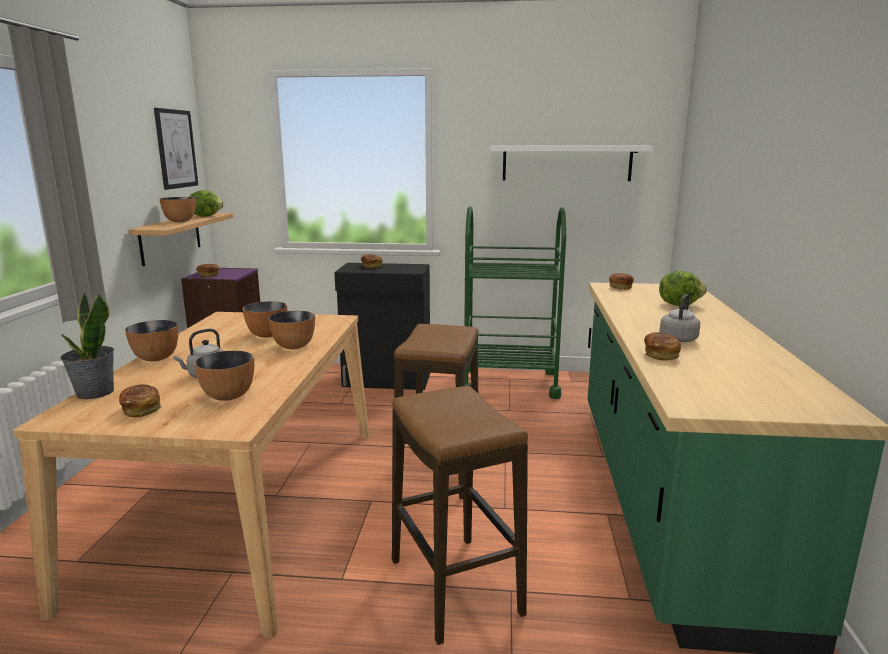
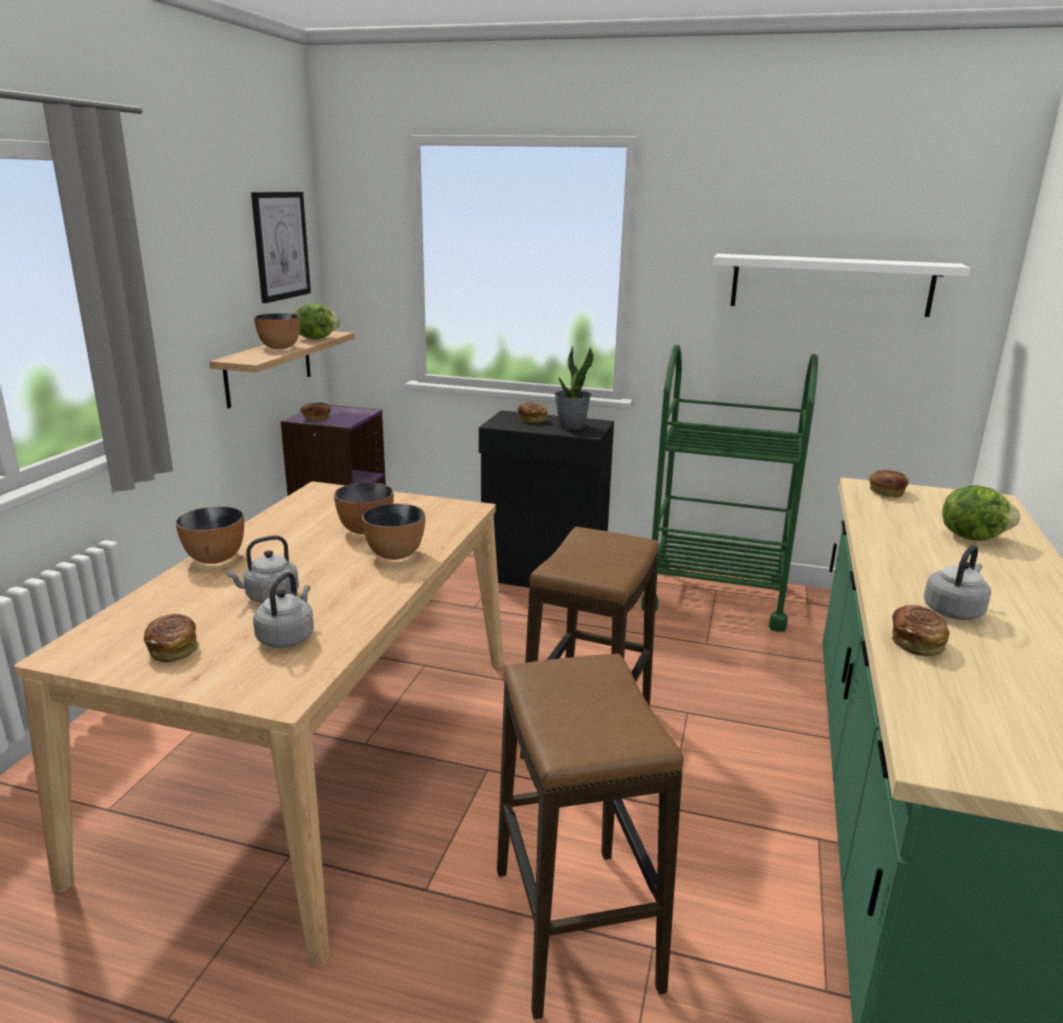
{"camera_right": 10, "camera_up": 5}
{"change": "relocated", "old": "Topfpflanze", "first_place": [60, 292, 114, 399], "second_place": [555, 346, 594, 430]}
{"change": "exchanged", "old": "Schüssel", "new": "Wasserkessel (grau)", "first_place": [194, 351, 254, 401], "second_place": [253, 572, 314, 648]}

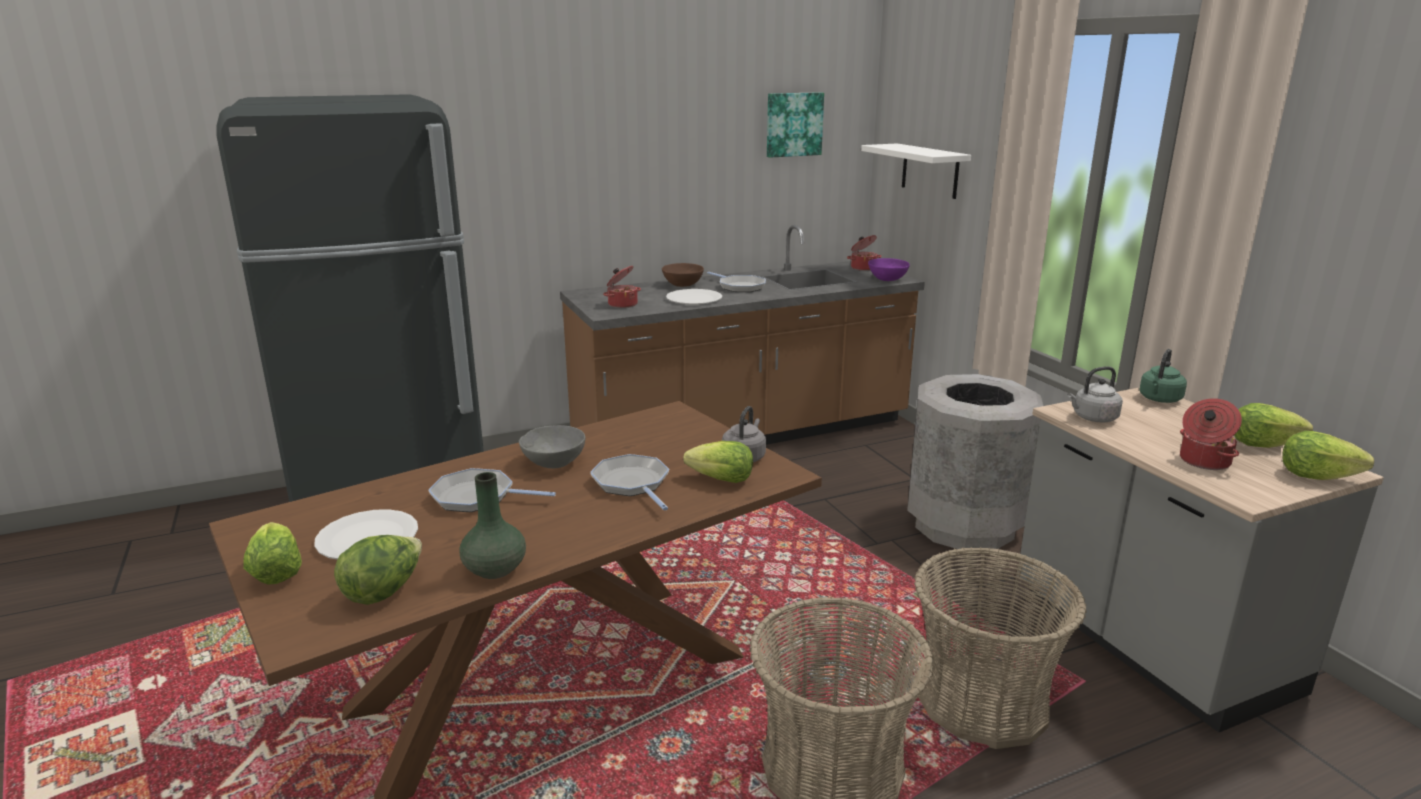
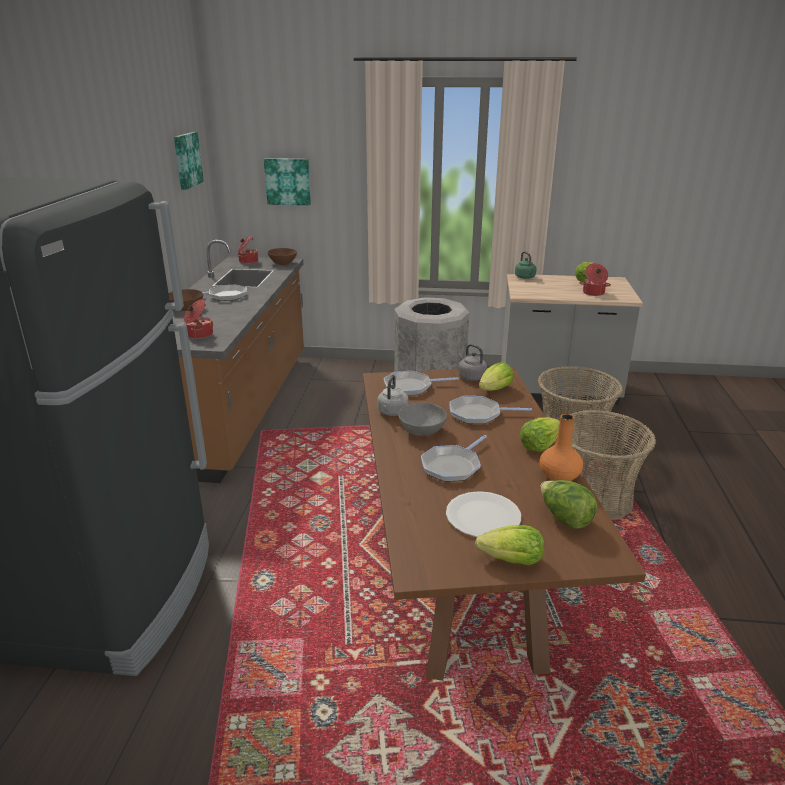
{"camera_right": -60, "camera_up": 5}
{"change": "exchanged", "old": "Wandregal (weiß)", "new": "Bild", "first_place": [861, 143, 971, 199], "second_place": [264, 158, 311, 205]}
{"change": "colour", "old": "Schüssel (lila)", "new": "Schüssel (braun)", "first_place": [868, 258, 910, 281], "second_place": [267, 248, 297, 265]}
{"change": "missing", "old": "Teller (weiß)", "first_place": [666, 289, 722, 304]}
{"change": "relocated", "old": "Wasserkessel (grau)", "first_place": [1067, 366, 1123, 422], "second_place": [377, 375, 409, 416]}
{"change": "relocated", "old": "Salatkopf", "first_place": [1283, 431, 1374, 480], "second_place": [520, 417, 560, 452]}
{"change": "colour", "old": "Vase (grün)", "new": "Vase (orange)", "first_place": [459, 472, 526, 579], "second_place": [539, 414, 583, 481]}
{"change": "appeared", "new": "Pfanne", "second_place": [384, 371, 459, 396]}

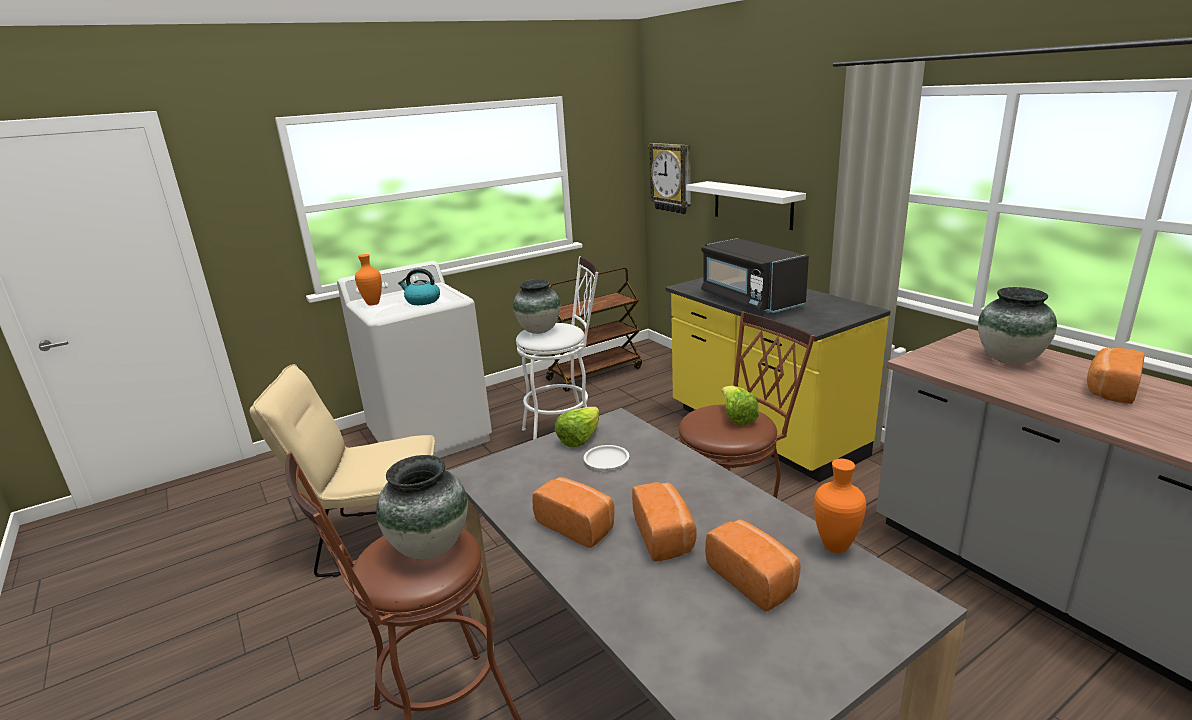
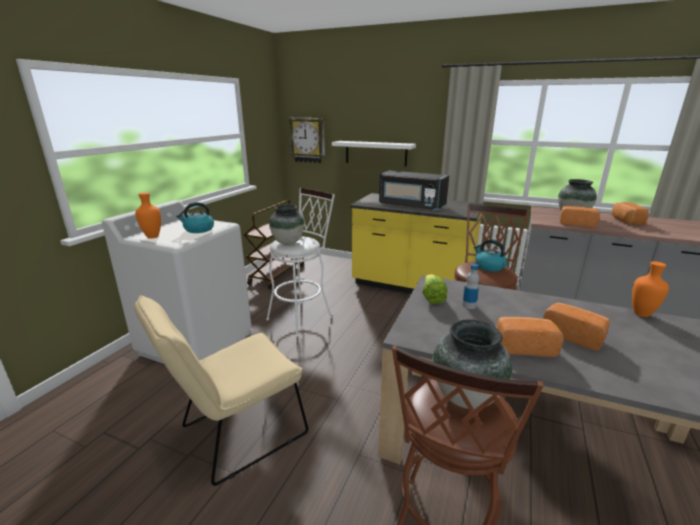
{"camera_right": -35, "camera_up": 0}
{"change": "exchanged", "old": "Salatkopf", "new": "Wasserkessel", "first_place": [722, 386, 759, 425], "second_place": [474, 240, 507, 272]}
{"change": "exchanged", "old": "Teller (weiß)", "new": "Flasche", "first_place": [584, 445, 629, 469], "second_place": [462, 264, 479, 309]}
{"change": "relocated", "old": "Brot", "first_place": [705, 520, 801, 611], "second_place": [560, 206, 600, 228]}

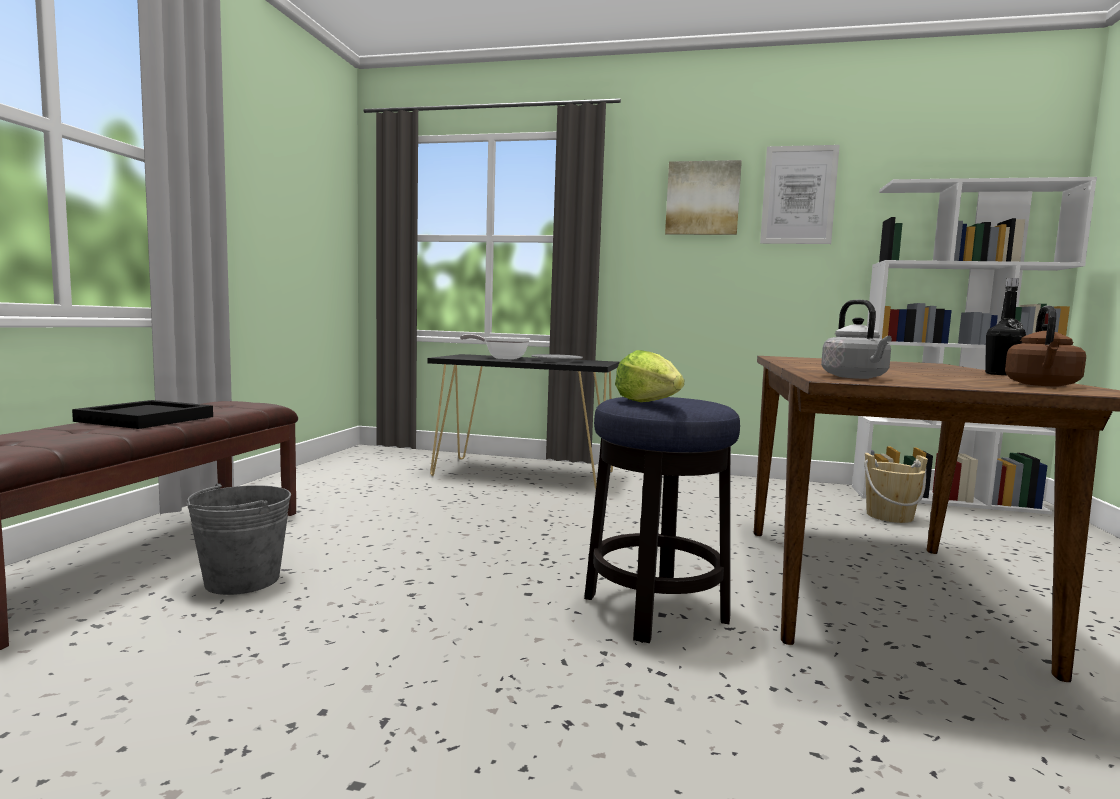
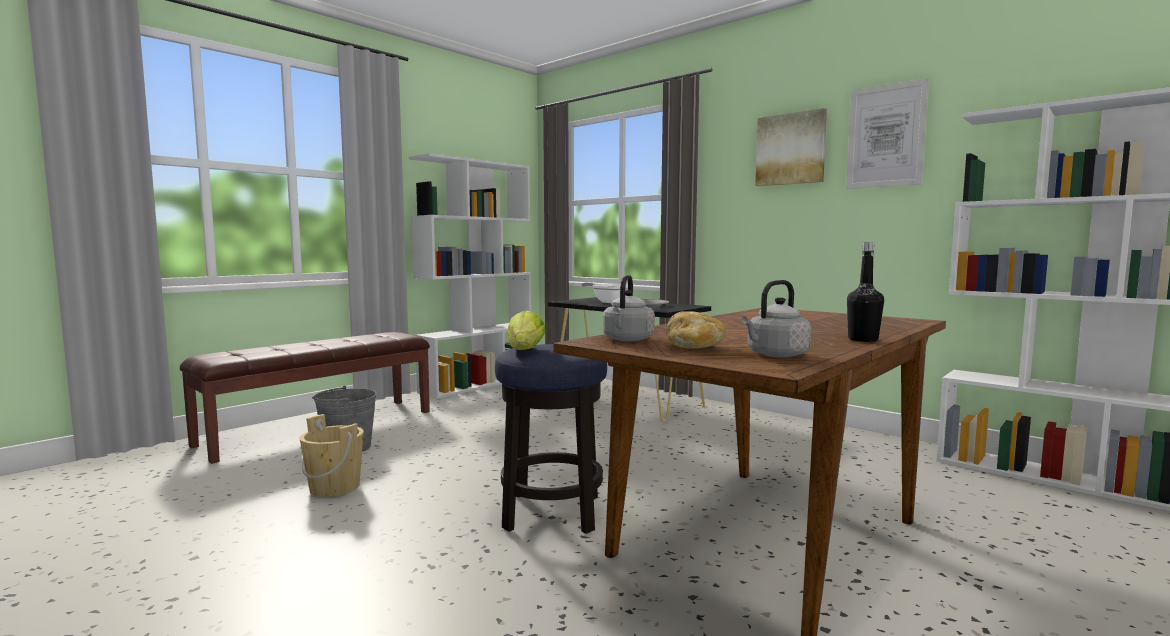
{"camera_right": 30, "camera_up": 0}
{"change": "colour", "old": "Wasserkessel (braun)", "new": "Wasserkessel (grau)", "first_place": [1005, 306, 1086, 387], "second_place": [742, 280, 812, 358]}
{"change": "missing", "old": "Tablett (schwarz)", "first_place": [72, 400, 213, 429]}
{"change": "relocated", "old": "Eimer (beige)", "first_place": [864, 453, 928, 523], "second_place": [300, 414, 364, 497]}
{"change": "appeared", "new": "Bücherregal (weiß)", "second_place": [409, 153, 531, 399]}
{"change": "appeared", "new": "Brot", "second_place": [666, 311, 726, 349]}

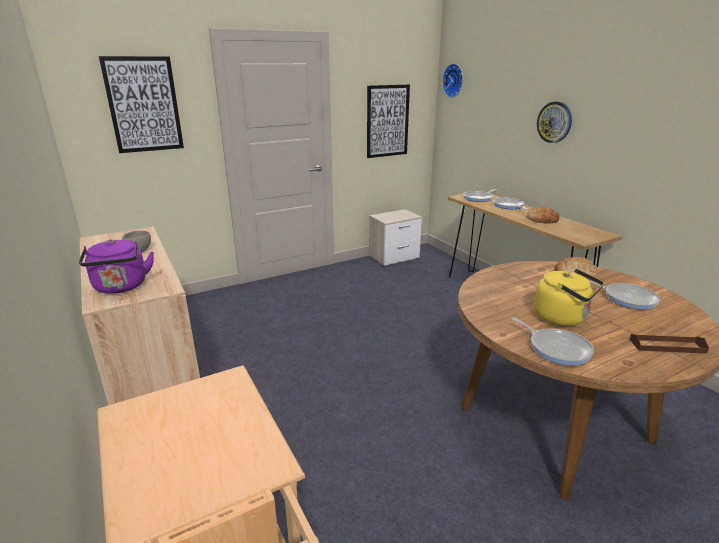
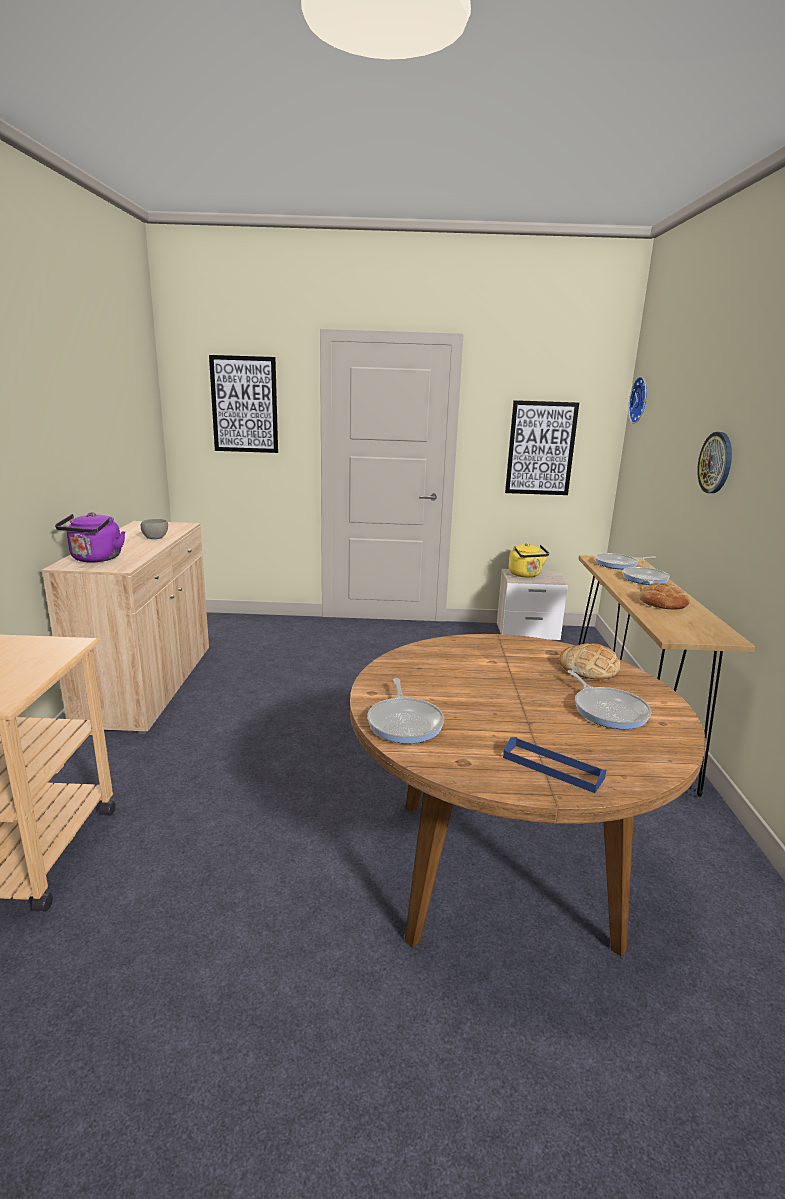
{"camera_right": 30, "camera_up": -5}
{"change": "relocated", "old": "Wasserkessel (gelb)", "first_place": [534, 269, 604, 326], "second_place": [509, 543, 549, 577]}
{"change": "colour", "old": "Tablett (braun)", "new": "Tablett (blau)", "first_place": [630, 334, 709, 354], "second_place": [503, 737, 606, 793]}

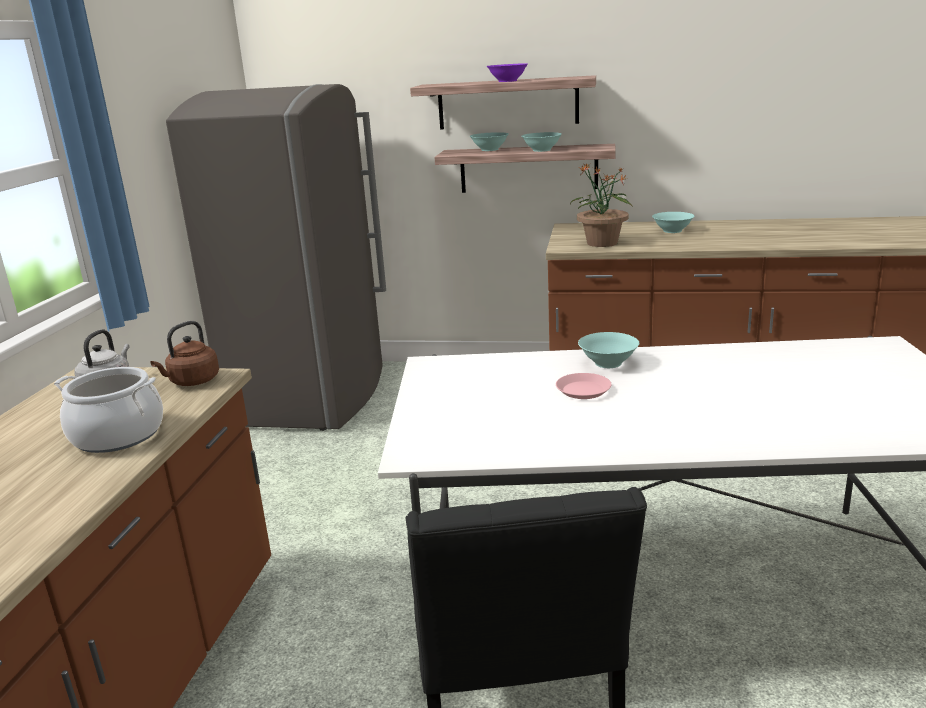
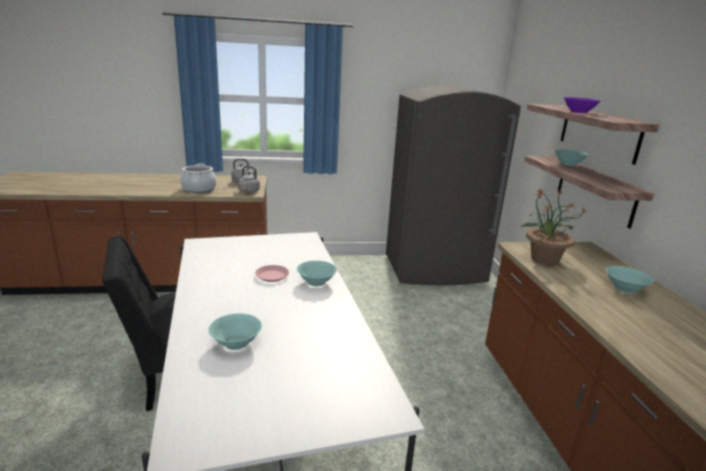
{"camera_right": 70, "camera_up": 0}
{"change": "relocated", "old": "Schüssel (türkis)", "first_place": [522, 132, 562, 152], "second_place": [209, 314, 262, 350]}
{"change": "colour", "old": "Wasserkessel (braun)", "new": "Wasserkessel (grau)", "first_place": [150, 321, 219, 386], "second_place": [236, 166, 260, 193]}

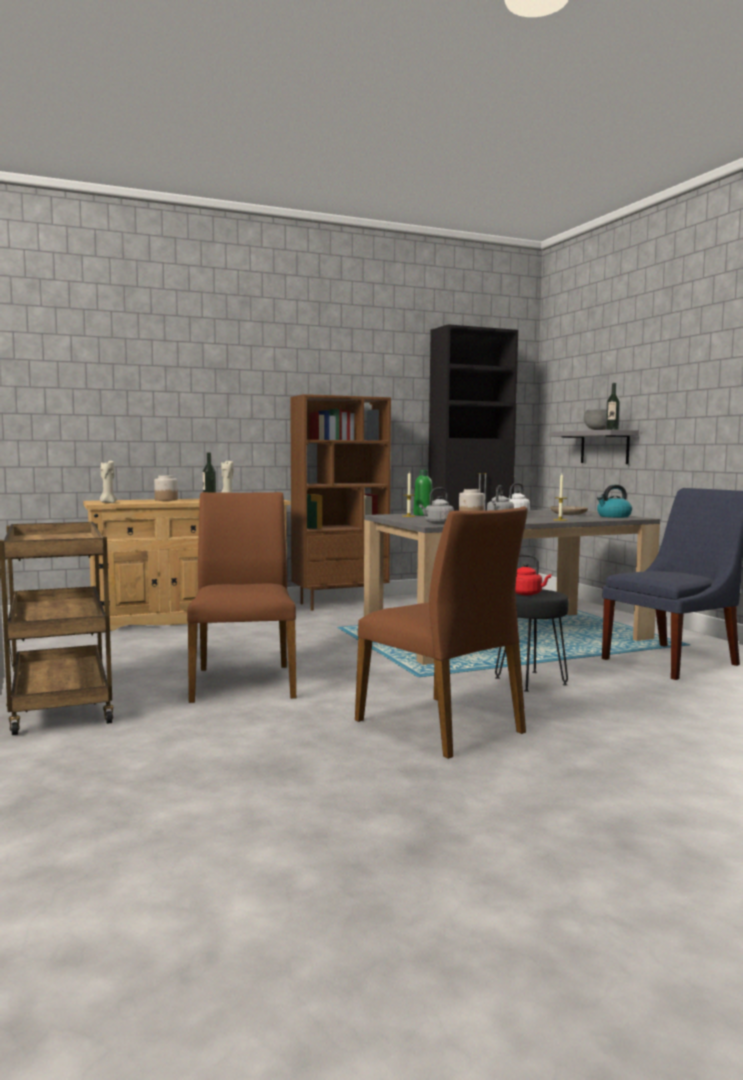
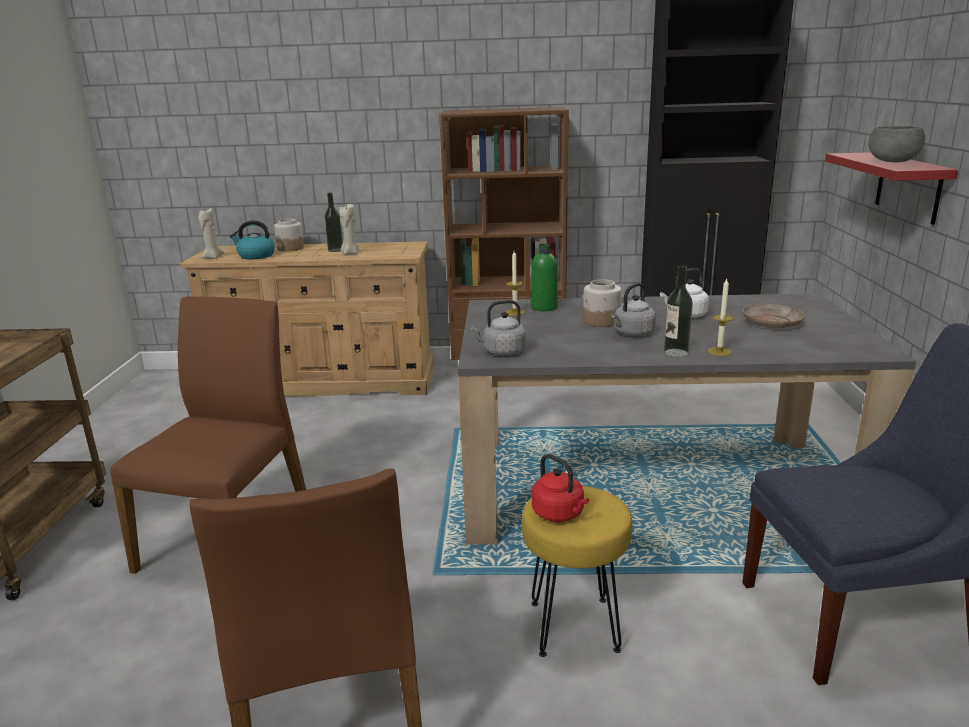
{"camera_right": 25, "camera_up": 15}
{"change": "relocated", "old": "Flasche", "first_place": [606, 383, 620, 430], "second_place": [664, 265, 693, 357]}
{"change": "colour", "old": "Wandregal (grau)", "new": "Wandregal (rot)", "first_place": [549, 430, 639, 464], "second_place": [825, 152, 958, 225]}
{"change": "relocated", "old": "Wasserkessel", "first_place": [597, 485, 632, 518], "second_place": [230, 220, 275, 259]}
{"change": "colour", "old": "Hocker (schwarz)", "new": "Hocker (gelb)", "first_place": [495, 589, 569, 692], "second_place": [522, 486, 632, 657]}

